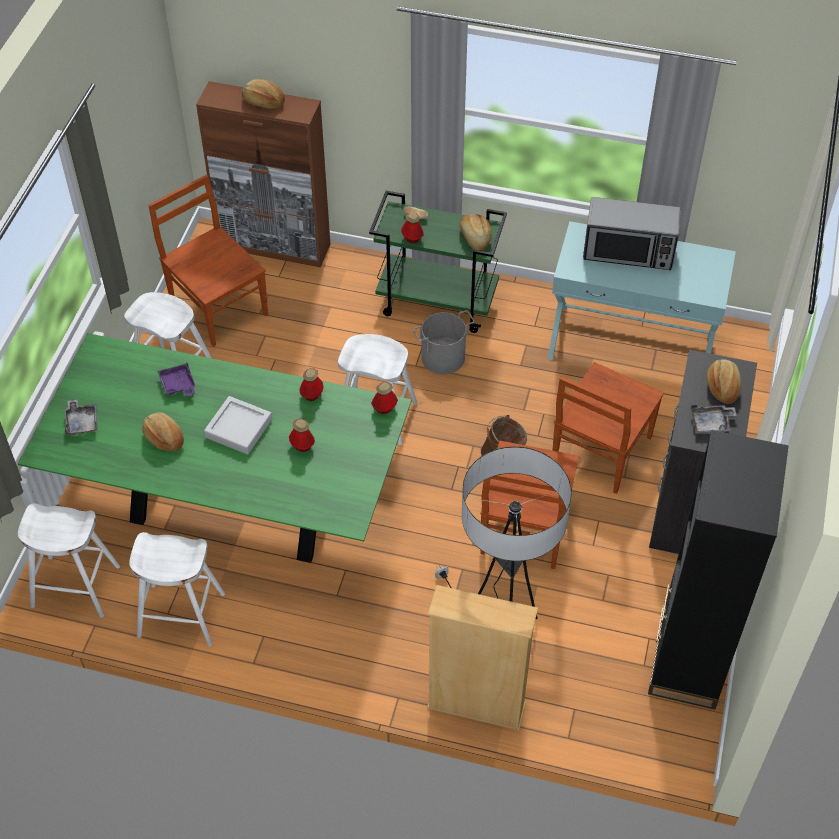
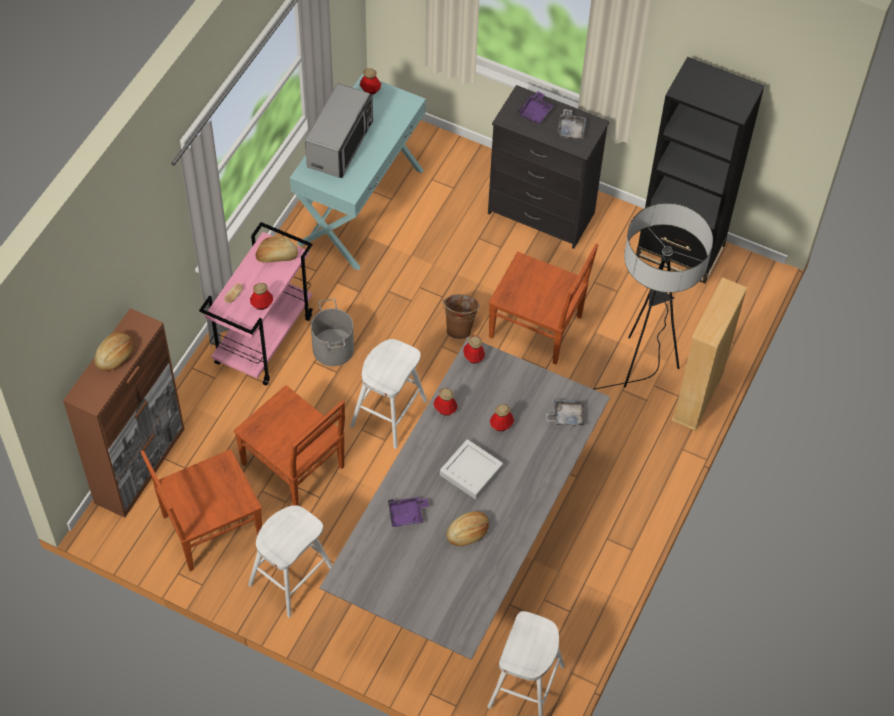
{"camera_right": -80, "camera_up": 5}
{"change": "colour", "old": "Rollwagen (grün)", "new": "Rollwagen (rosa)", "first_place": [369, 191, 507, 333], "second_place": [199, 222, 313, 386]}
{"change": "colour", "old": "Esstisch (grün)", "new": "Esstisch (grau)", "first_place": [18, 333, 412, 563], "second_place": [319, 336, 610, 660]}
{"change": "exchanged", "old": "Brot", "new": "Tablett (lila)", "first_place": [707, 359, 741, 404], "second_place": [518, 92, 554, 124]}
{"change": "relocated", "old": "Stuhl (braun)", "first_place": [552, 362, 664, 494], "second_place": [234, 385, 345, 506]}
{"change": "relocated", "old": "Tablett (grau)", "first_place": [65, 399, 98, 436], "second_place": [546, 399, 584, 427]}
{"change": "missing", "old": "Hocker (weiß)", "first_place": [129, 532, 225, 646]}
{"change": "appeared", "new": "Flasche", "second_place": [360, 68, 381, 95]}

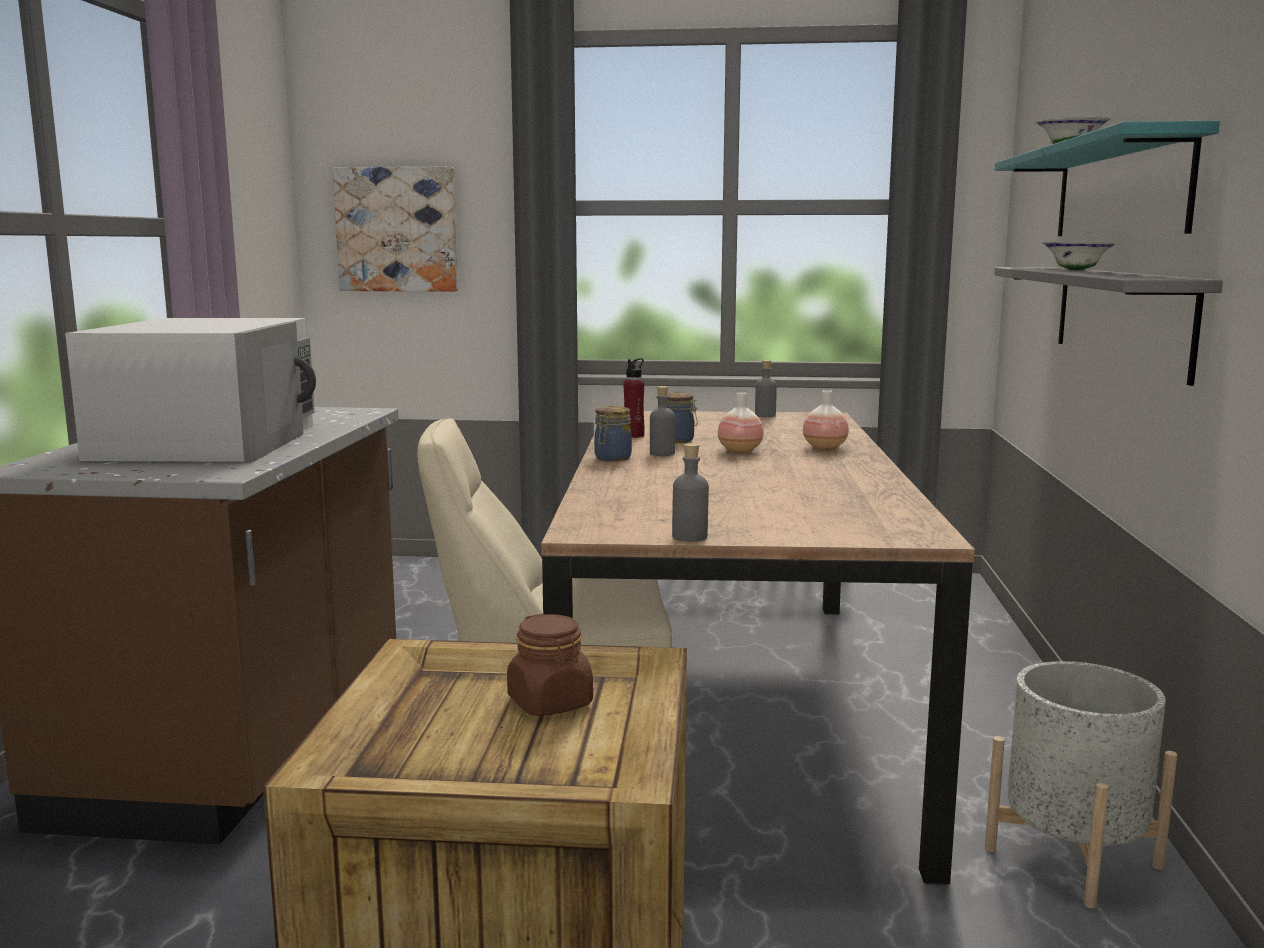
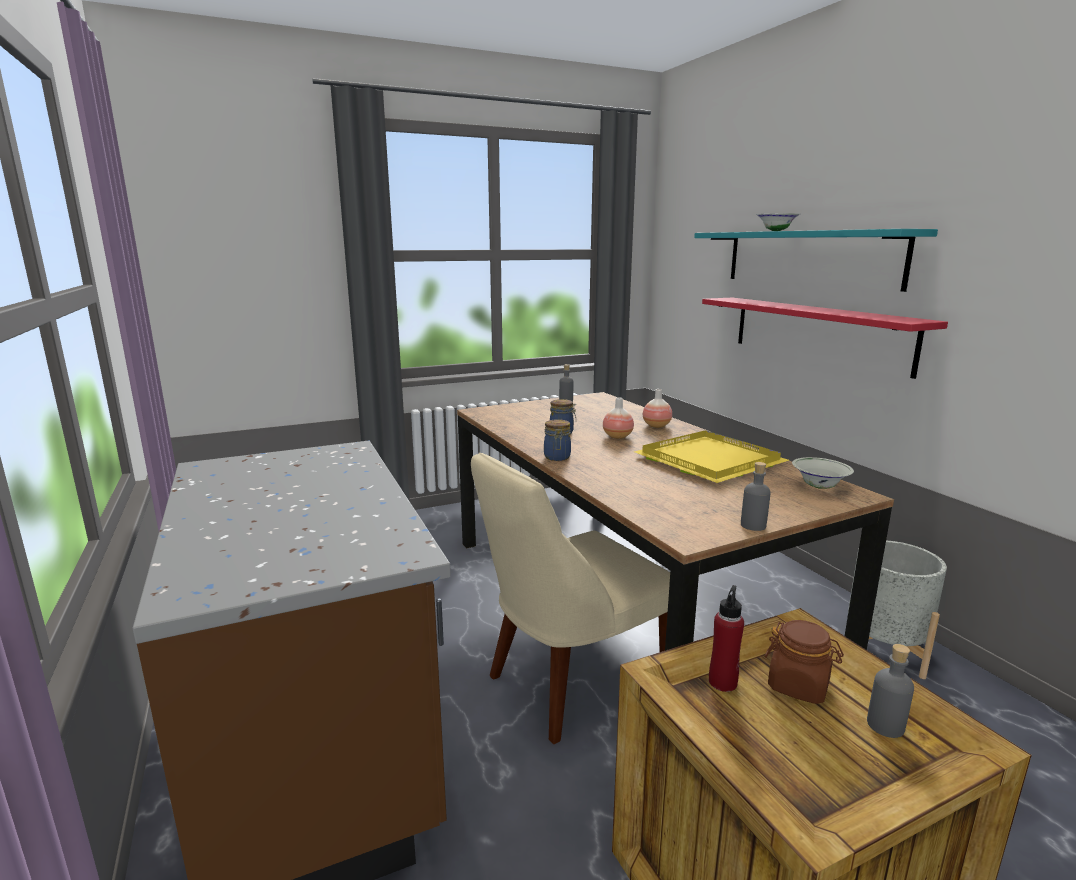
{"camera_right": -30, "camera_up": 5}
{"change": "missing", "old": "Bild", "first_place": [333, 167, 458, 292]}
{"change": "relocated", "old": "Schüssel (weiß)", "first_place": [1042, 242, 1117, 270], "second_place": [792, 457, 854, 489]}
{"change": "colour", "old": "Wandregal (grau)", "new": "Wandregal (rot)", "first_place": [994, 267, 1223, 386], "second_place": [702, 298, 948, 379]}
{"change": "missing", "old": "Mikrowelle (weiß)", "first_place": [65, 318, 316, 462]}
{"change": "relocated", "old": "Flasche (rot)", "first_place": [623, 358, 645, 438], "second_place": [709, 585, 744, 692]}
{"change": "relocated", "old": "Flasche (grau)", "first_place": [650, 386, 675, 456], "second_place": [867, 644, 914, 738]}
{"change": "appeared", "new": "Tablett (gelb)", "second_place": [634, 430, 789, 483]}

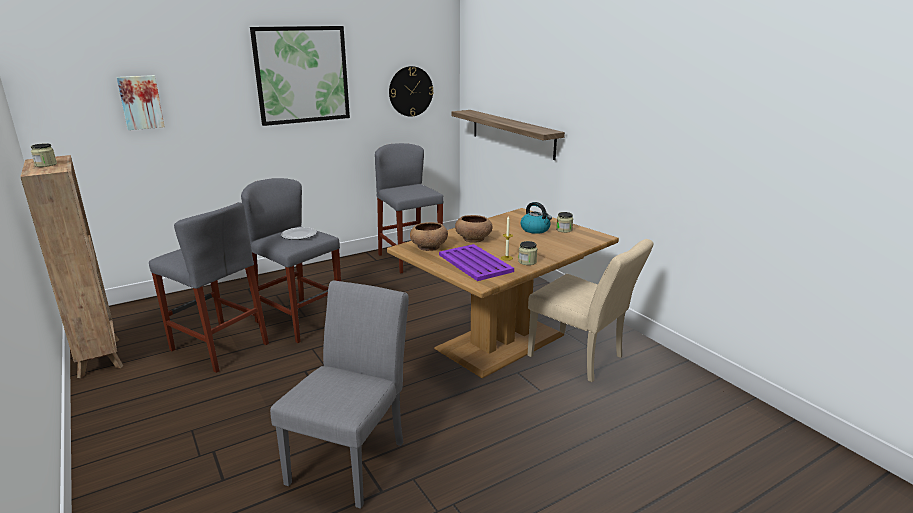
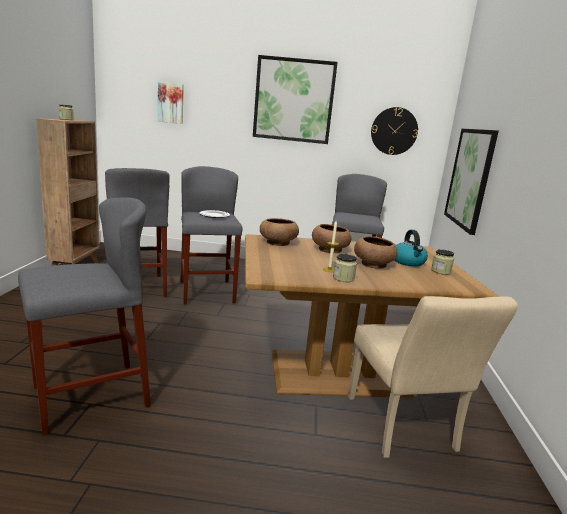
{"camera_right": 35, "camera_up": -5}
{"change": "exchanged", "old": "Wandregal", "new": "Bild", "first_place": [451, 110, 565, 160], "second_place": [444, 129, 499, 235]}
{"change": "missing", "old": "Tablett (lila)", "first_place": [439, 244, 514, 281]}
{"change": "exchanged", "old": "Stuhl (grau)", "new": "Hocker (grau)", "first_place": [270, 281, 409, 509], "second_place": [18, 198, 151, 435]}
{"change": "appeared", "new": "Schüssel (braun)", "second_place": [354, 236, 398, 269]}

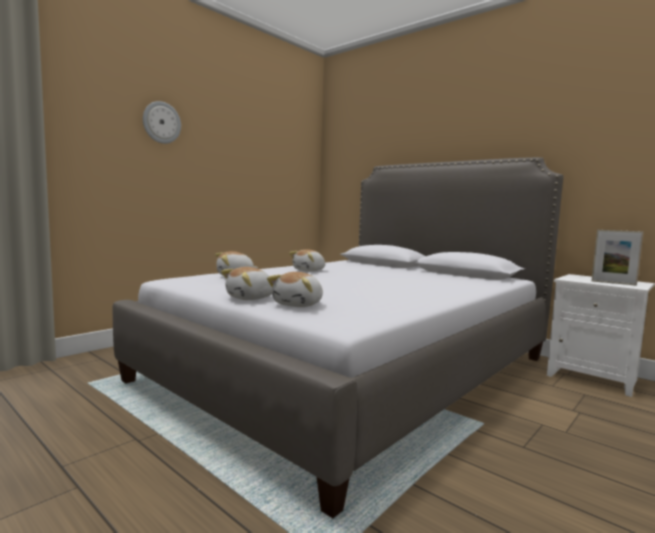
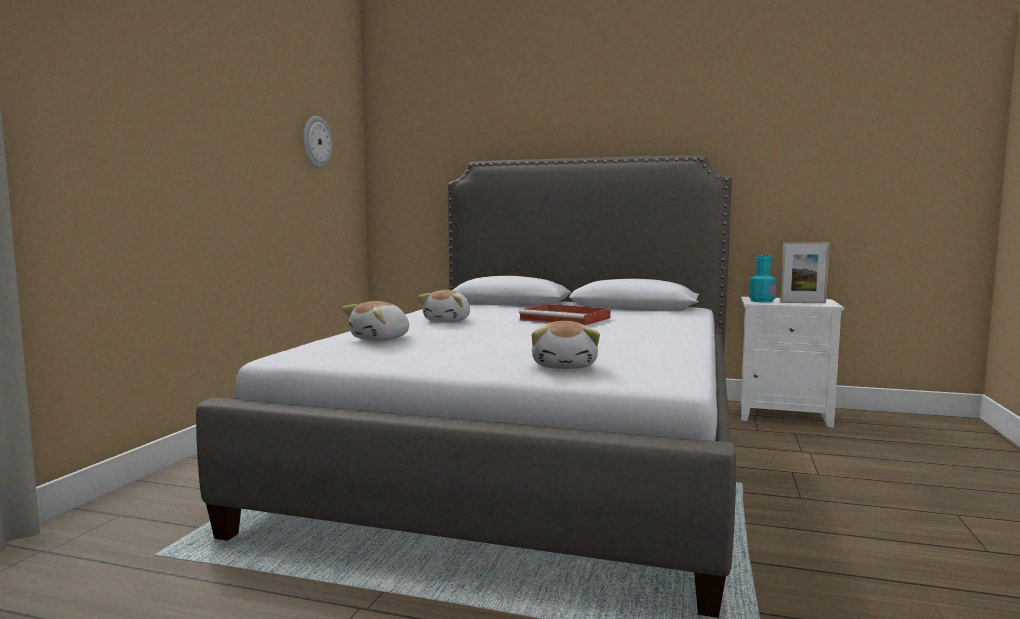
{"camera_right": -25, "camera_up": 0}
{"change": "relocated", "old": "Wanduhr", "first_place": [143, 101, 181, 144], "second_place": [303, 116, 332, 169]}
{"change": "missing", "old": "Plüschtier", "first_place": [221, 267, 272, 300]}
{"change": "appeared", "new": "Flasche (türkis)", "second_place": [749, 255, 776, 302]}
{"change": "appeared", "new": "Tablett (rot)", "second_place": [519, 304, 611, 325]}

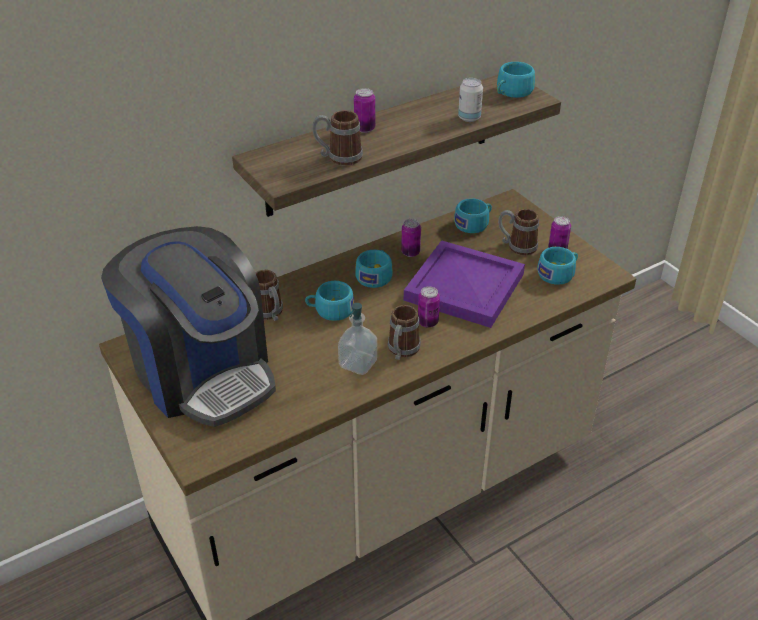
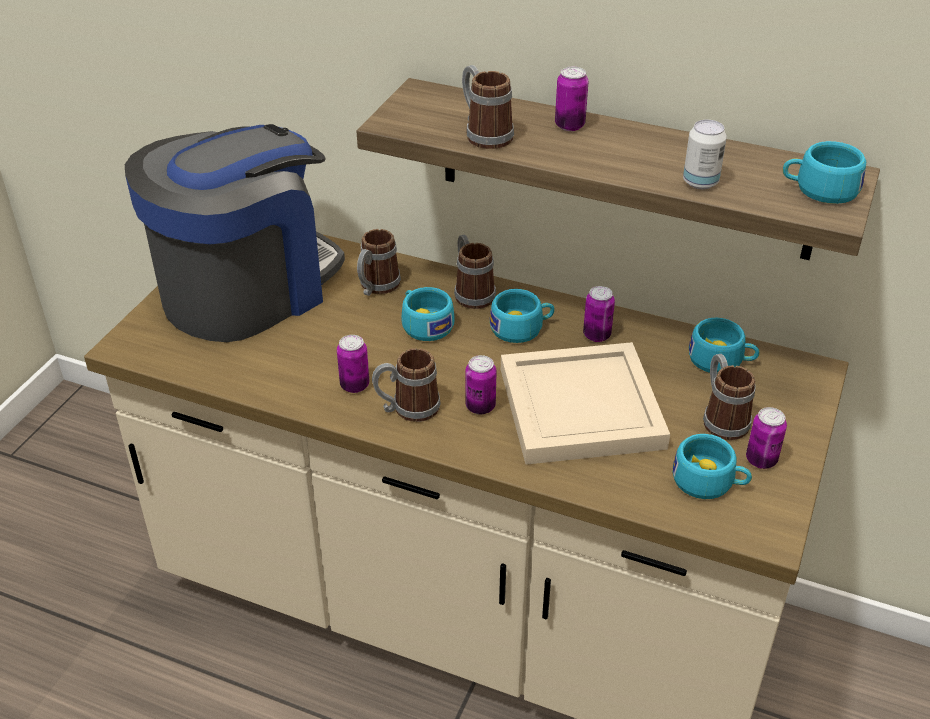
{"camera_right": 55, "camera_up": 0}
{"change": "spun", "old": "Kaffeemaschine", "first_place": [101, 226, 276, 427], "second_place": [125, 124, 345, 342], "degrees": -150}
{"change": "colour", "old": "Tablett (lila)", "new": "Tablett (beige)", "first_place": [404, 240, 525, 328], "second_place": [501, 342, 670, 465]}
{"change": "exchanged", "old": "Seifenspender", "new": "Dose", "first_place": [338, 303, 377, 375], "second_place": [337, 335, 369, 393]}
{"change": "appeared", "new": "Henkelbecher", "second_place": [454, 235, 496, 309]}

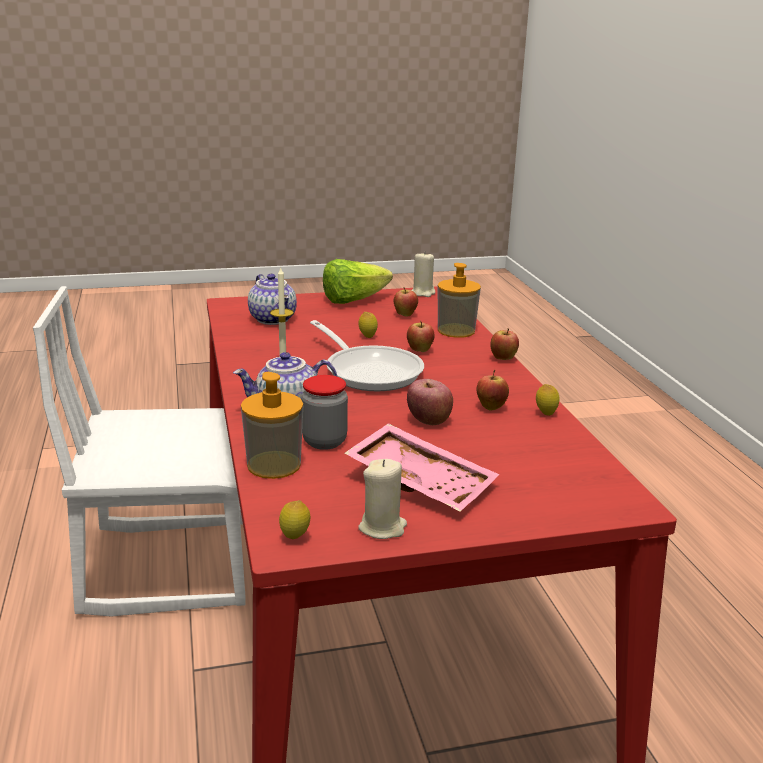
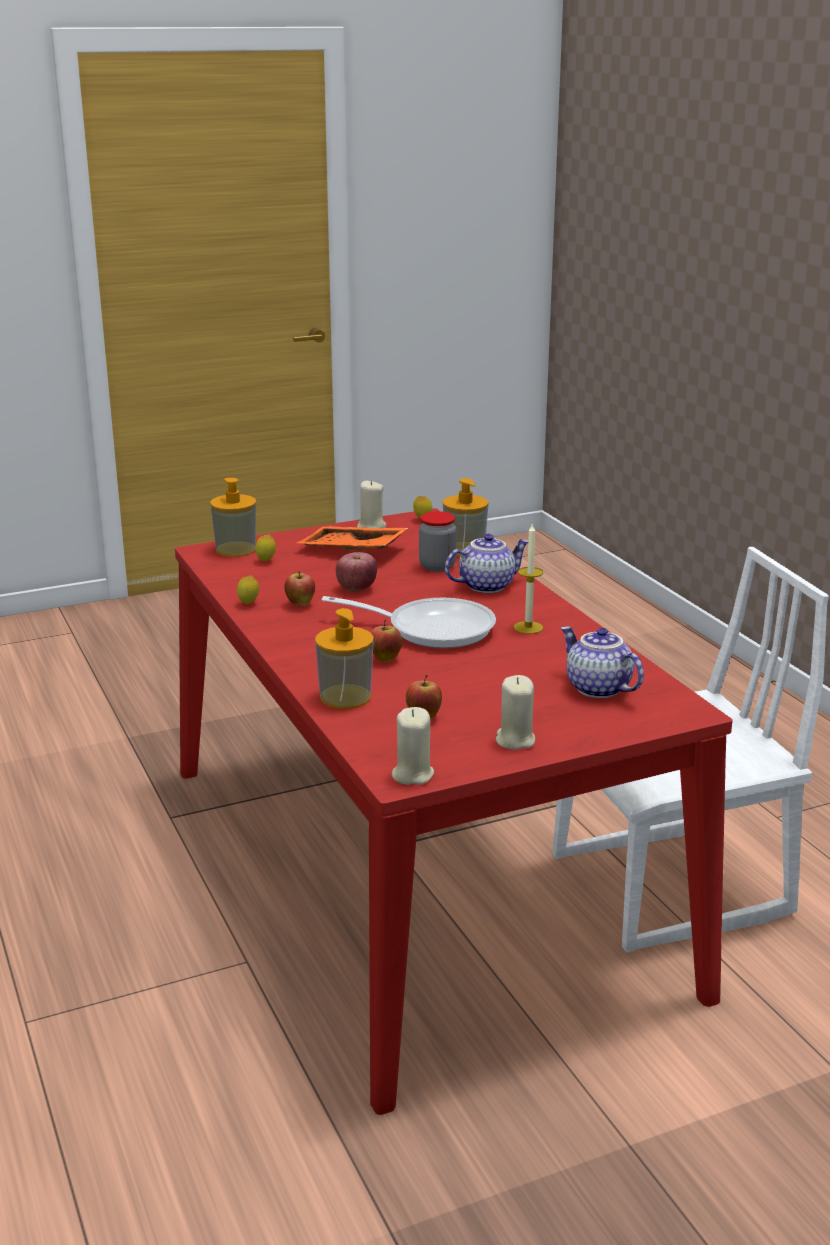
{"camera_right": 170, "camera_up": 0}
{"change": "exchanged", "old": "Salatkopf", "new": "Kerze (beige)", "first_place": [323, 259, 393, 304], "second_place": [496, 675, 535, 750]}
{"change": "relocated", "old": "Zitrone", "first_place": [358, 312, 378, 338], "second_place": [255, 535, 276, 561]}
{"change": "spun", "old": "Pfanne", "first_place": [310, 320, 424, 391], "second_place": [322, 596, 496, 649], "degrees": 150}
{"change": "missing", "old": "Apfel", "first_place": [490, 328, 519, 360]}
{"change": "colour", "old": "Tablett (rosa)", "new": "Tablett (orange)", "first_place": [344, 423, 499, 512], "second_place": [297, 526, 408, 551]}
{"change": "appeared", "new": "Seifenspender", "second_place": [210, 478, 256, 557]}

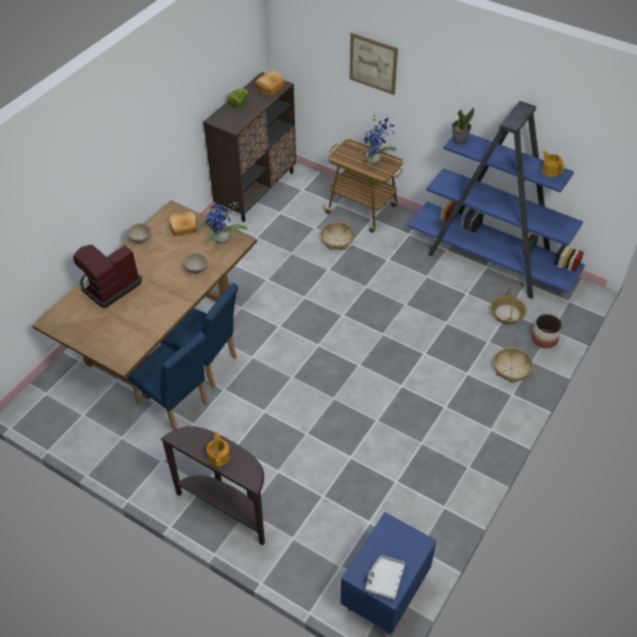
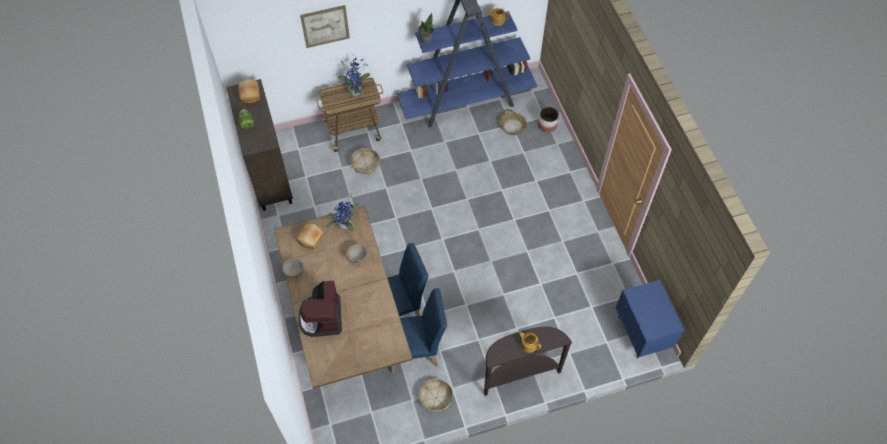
{"camera_right": -50, "camera_up": 10}
{"change": "relocated", "old": "Korb", "first_place": [494, 347, 533, 383], "second_place": [419, 379, 453, 412]}
{"change": "missing", "old": "Tablett (grau)", "first_place": [365, 555, 405, 600]}

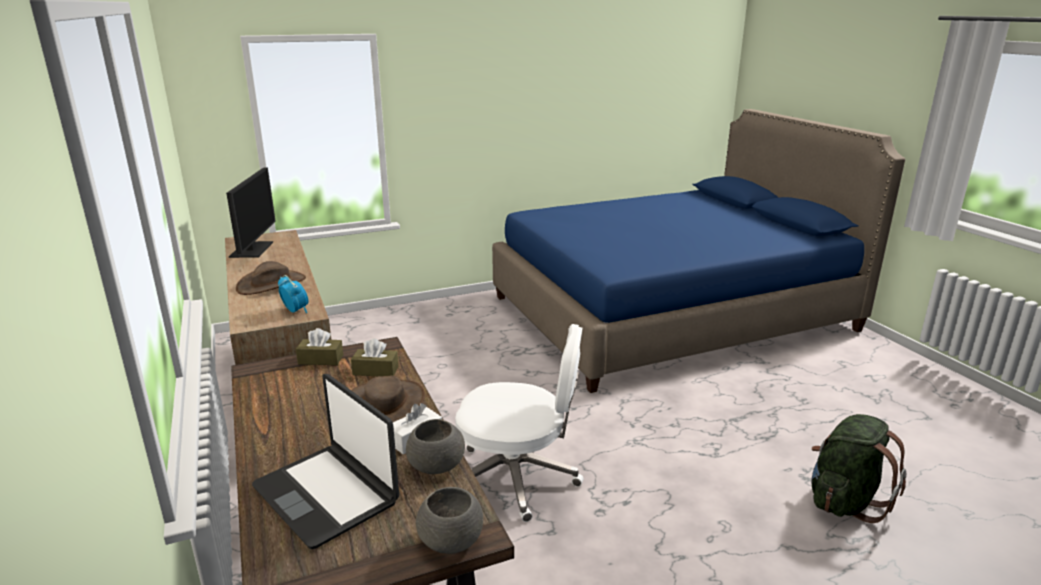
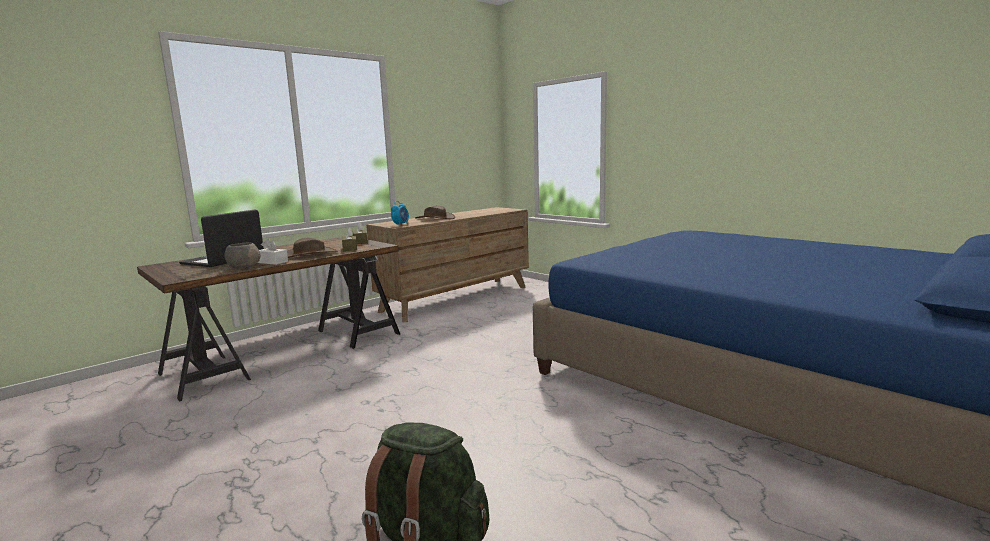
{"camera_right": 70, "camera_up": -10}
{"change": "missing", "old": "Monitor", "first_place": [226, 167, 276, 258]}
{"change": "missing", "old": "Bürostuhl (weiß)", "first_place": [455, 324, 584, 522]}
{"change": "missing", "old": "Schüssel (grau)", "first_place": [416, 487, 483, 554]}

